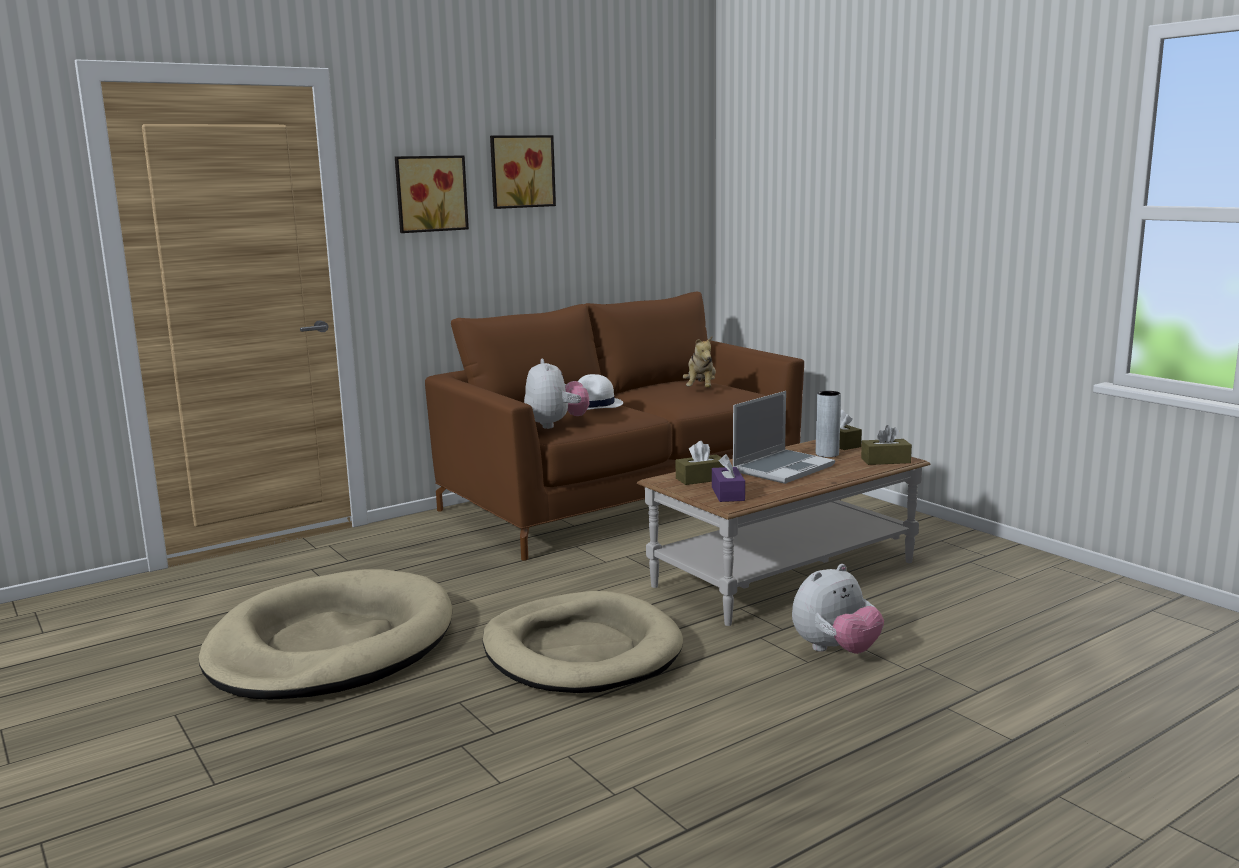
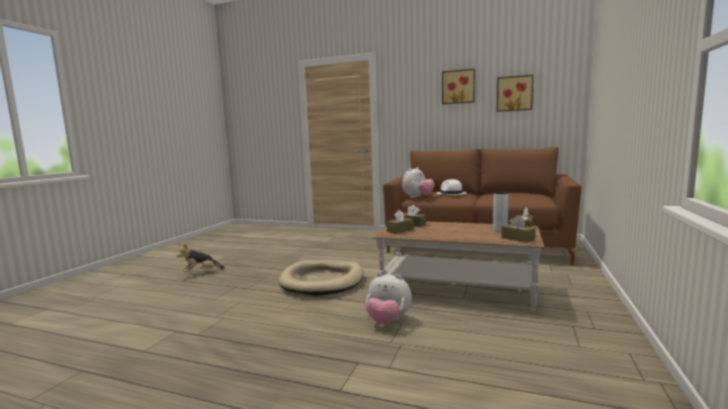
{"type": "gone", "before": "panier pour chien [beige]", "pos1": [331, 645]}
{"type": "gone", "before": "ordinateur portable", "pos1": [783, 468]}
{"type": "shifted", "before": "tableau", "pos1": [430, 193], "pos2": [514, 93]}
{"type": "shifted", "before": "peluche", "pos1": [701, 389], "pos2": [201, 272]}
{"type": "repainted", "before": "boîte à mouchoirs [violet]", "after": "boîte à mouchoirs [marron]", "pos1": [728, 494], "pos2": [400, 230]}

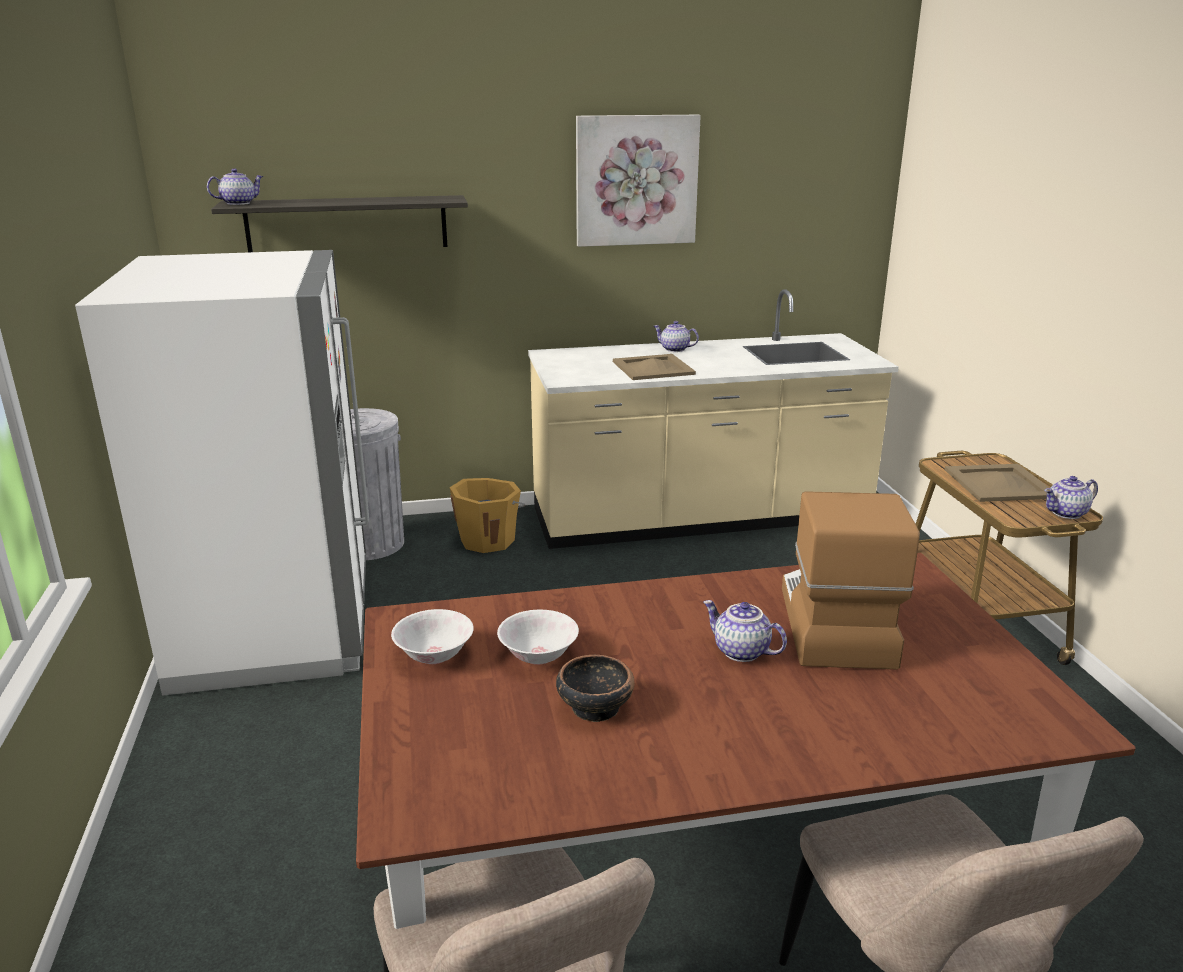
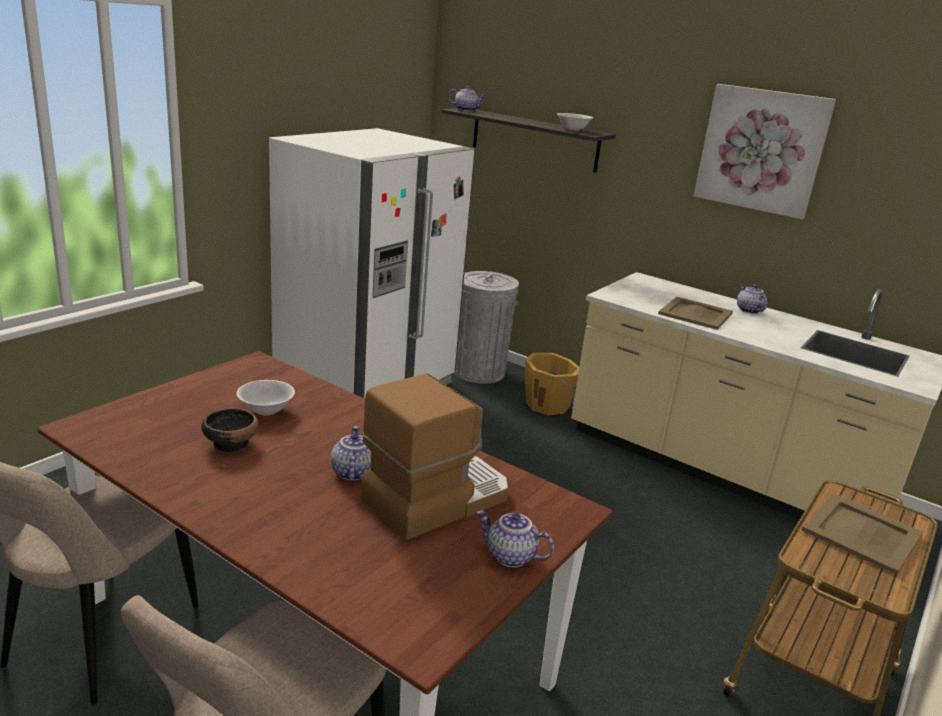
{"type": "shifted", "before": "bol [blanc]", "pos1": [435, 655], "pos2": [573, 129]}
{"type": "shifted", "before": "théière", "pos1": [1066, 513], "pos2": [509, 557]}

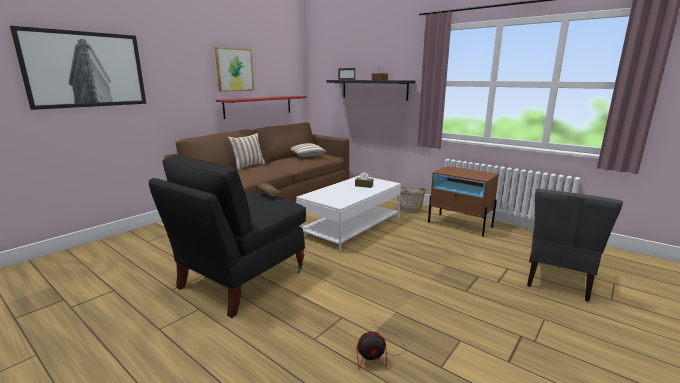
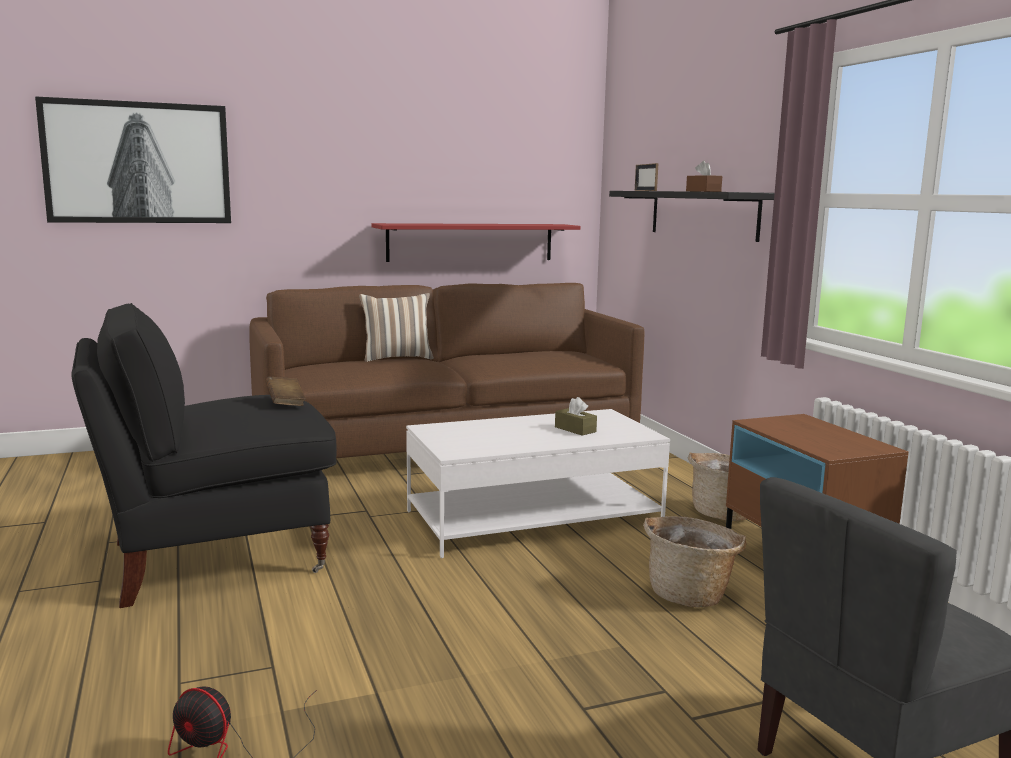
{"type": "gone", "before": "tableau", "pos1": [234, 69]}
{"type": "gone", "before": "coussin", "pos1": [306, 156]}
{"type": "new", "after": "panier", "pos2": [690, 594]}

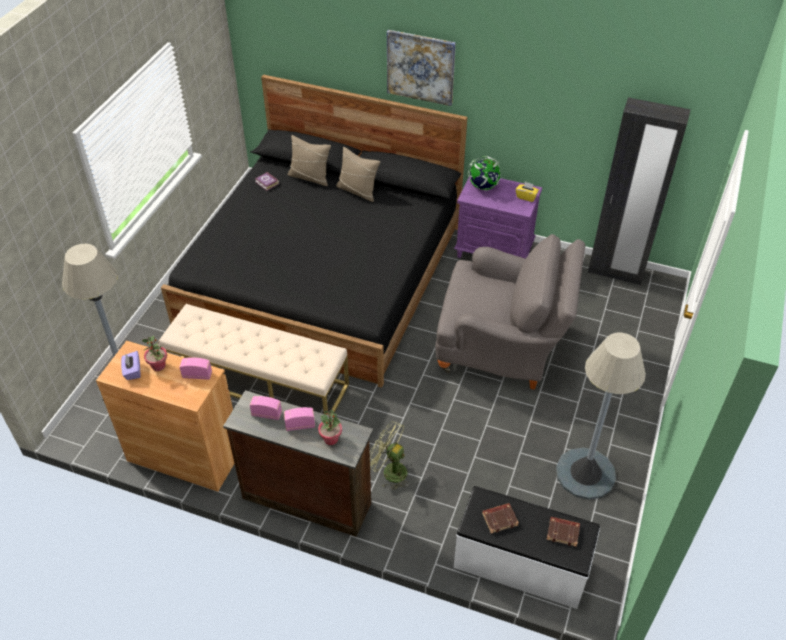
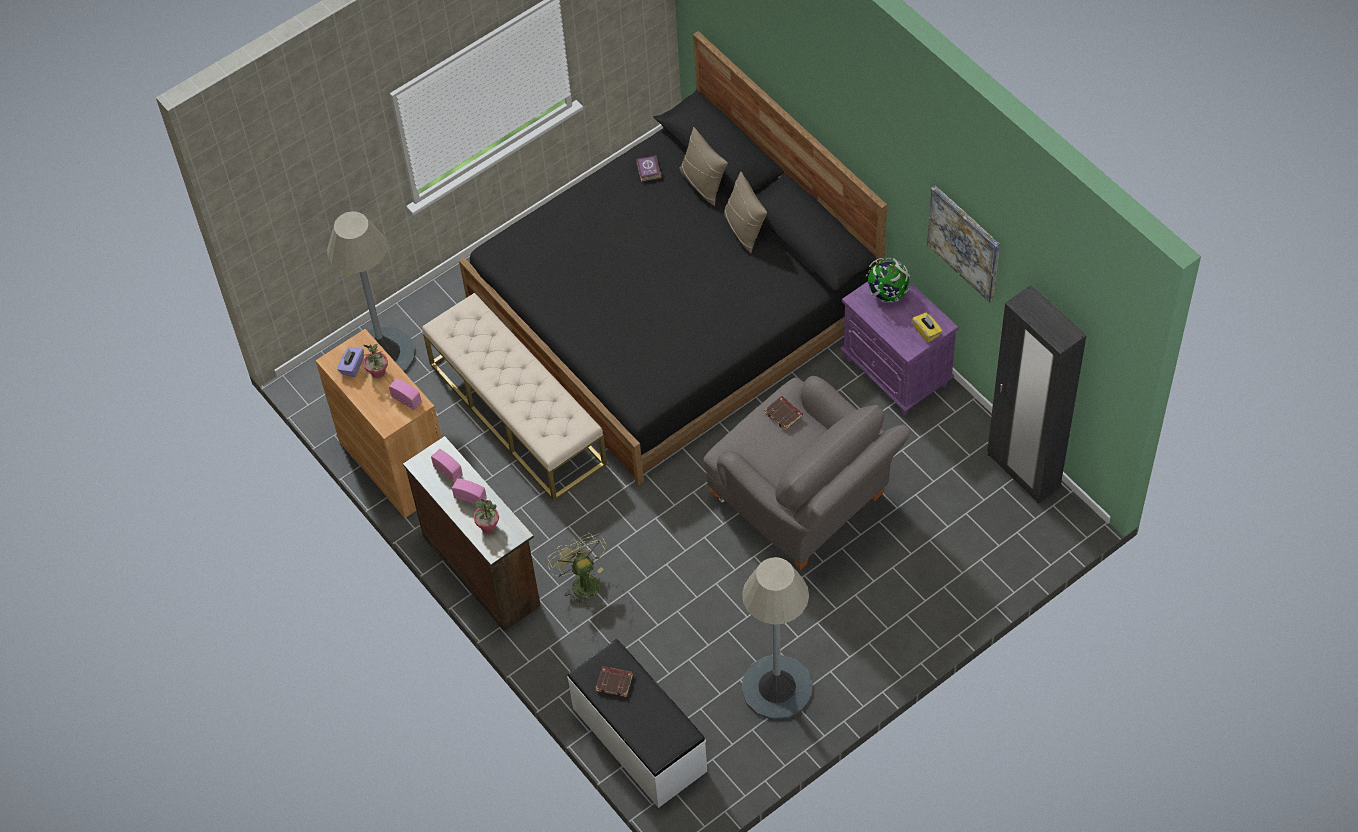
{"type": "shifted", "before": "tableau", "pos1": [420, 67], "pos2": [964, 243]}
{"type": "shifted", "before": "livre [marron]", "pos1": [563, 532], "pos2": [784, 414]}

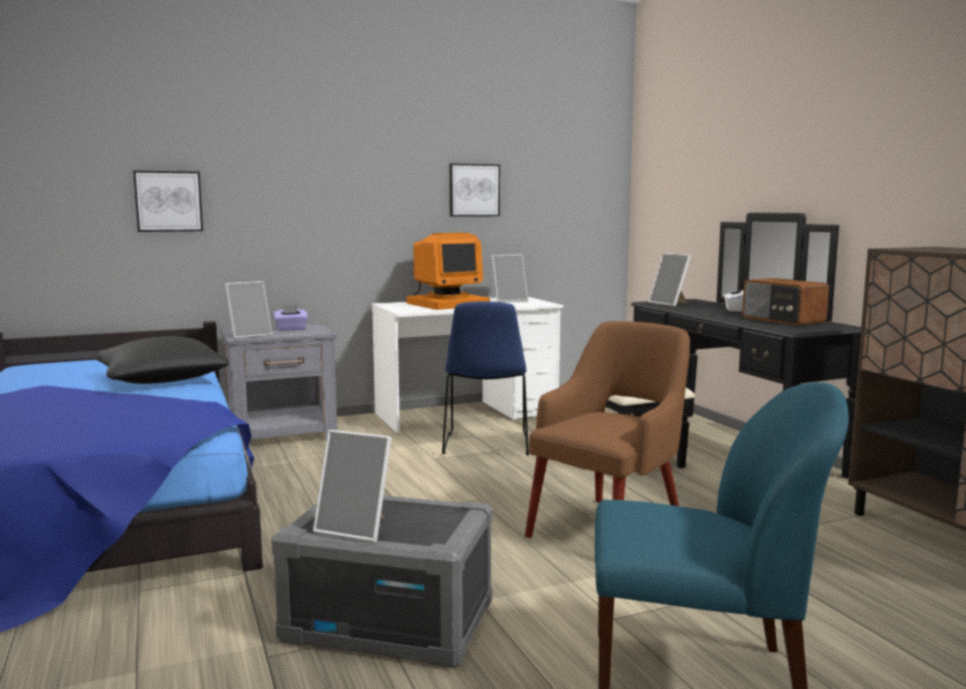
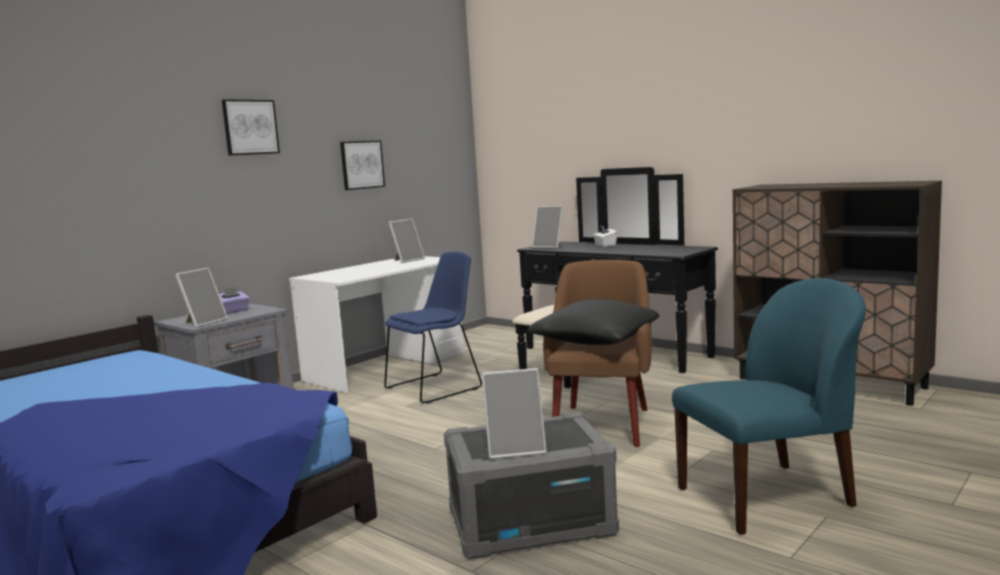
{"type": "gone", "before": "écran d'ordinateur", "pos1": [447, 304]}
{"type": "gone", "before": "radio", "pos1": [782, 320]}
{"type": "shifted", "before": "coussin [noir]", "pos1": [162, 380], "pos2": [595, 341]}
{"type": "shifted", "before": "tableau", "pos1": [168, 201], "pos2": [250, 127]}
{"type": "rotated", "before": "chaise [bleu]", "pos1": [486, 445], "pos2": [436, 387], "turn": -105}

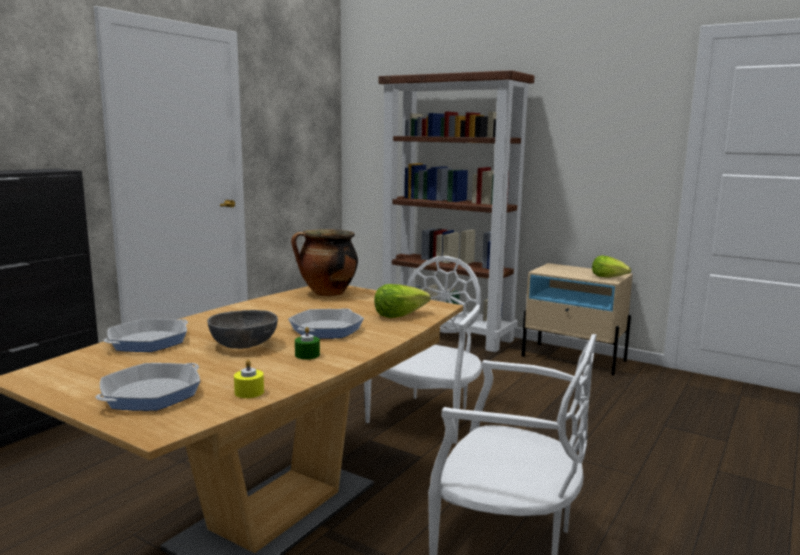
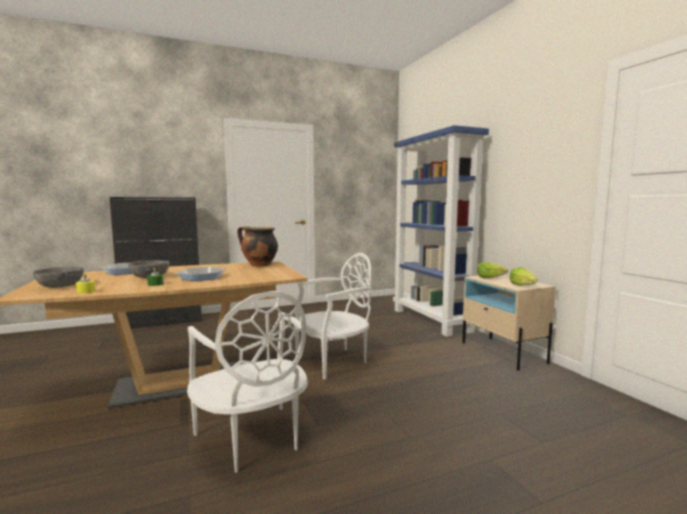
{"type": "shifted", "before": "laitue", "pos1": [399, 315], "pos2": [490, 278]}
{"type": "swapped", "before": "poêle", "after": "bol [gris]", "pos1": [151, 394], "pos2": [60, 286]}
{"type": "repainted", "before": "bibliothèque [marron]", "after": "bibliothèque [bleu]", "pos1": [447, 334], "pos2": [432, 320]}

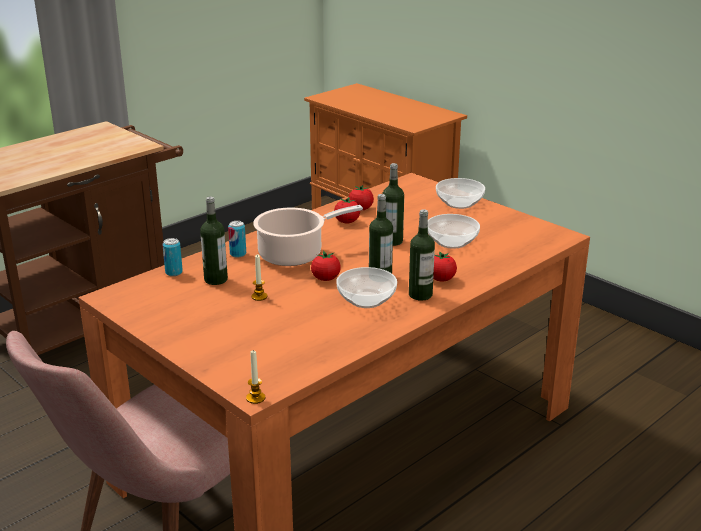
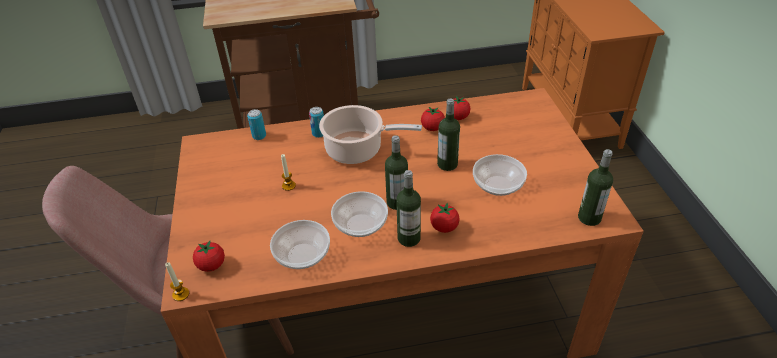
{"type": "shifted", "before": "bouteille", "pos1": [216, 279], "pos2": [589, 218]}
{"type": "shifted", "before": "tomate", "pos1": [325, 279], "pos2": [212, 265]}
{"type": "shifted", "before": "bol", "pos1": [459, 203], "pos2": [302, 256]}

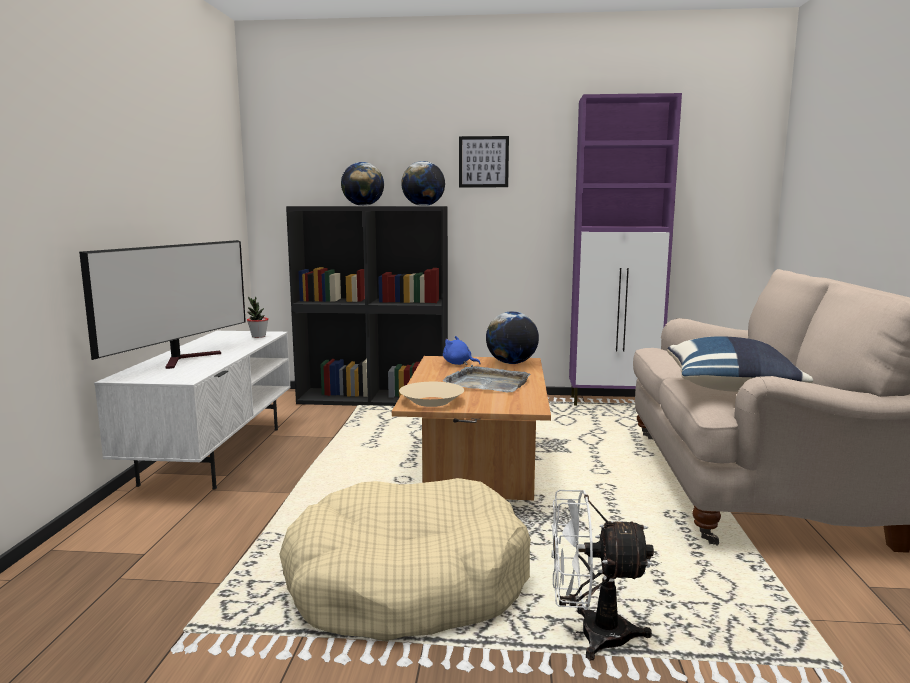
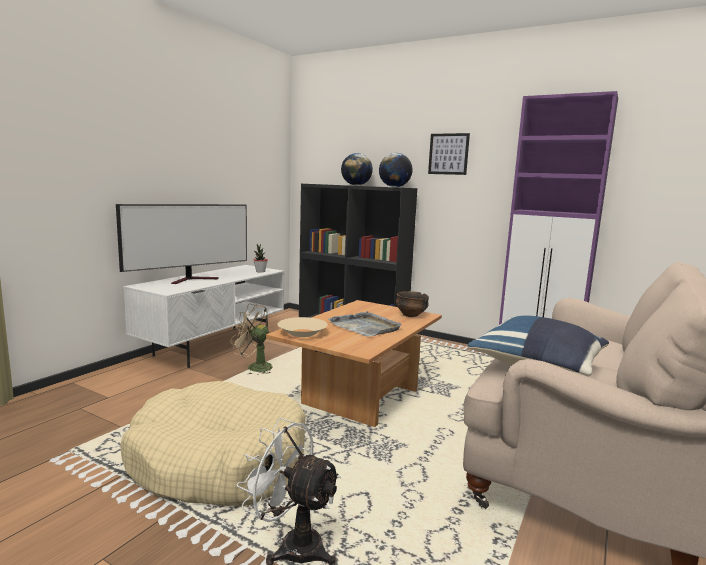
{"type": "gone", "before": "peluche [bleu]", "pos1": [458, 364]}
{"type": "new", "after": "ventilateur [beige]", "pos2": [254, 367]}
{"type": "swapped", "before": "globe", "after": "bol", "pos1": [511, 363], "pos2": [411, 315]}

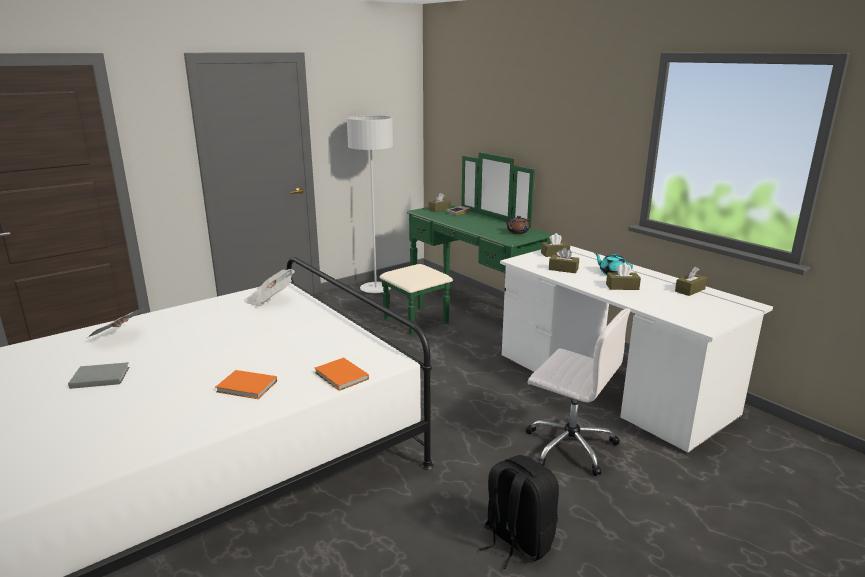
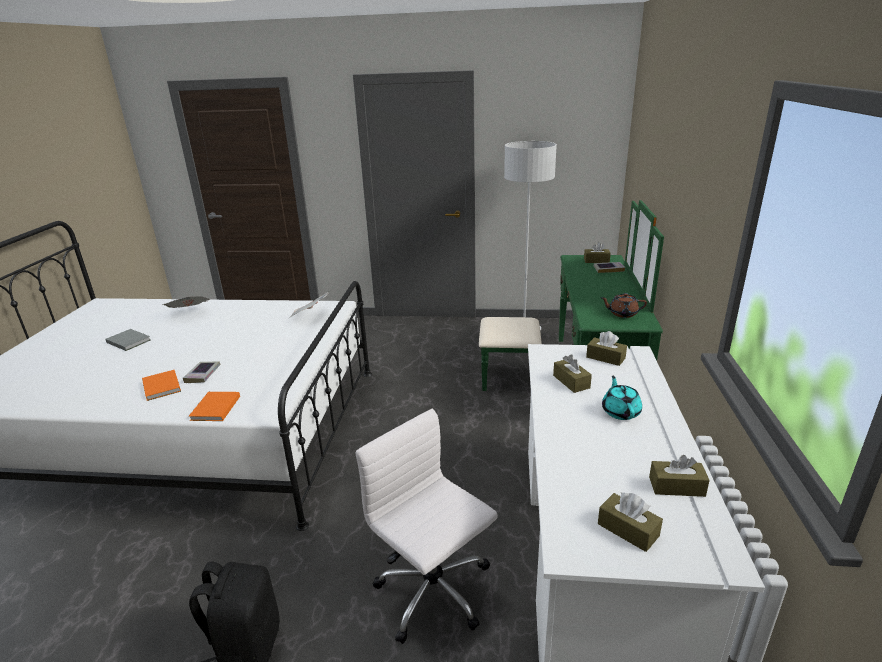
{"type": "new", "after": "livre", "pos2": [203, 374]}
{"type": "shifted", "before": "boîte à mouchoirs [marron]", "pos1": [622, 287], "pos2": [628, 530]}
{"type": "rotated", "before": "chaise de bureau [blanc]", "pos1": [569, 445], "pos2": [435, 593], "turn": 150}

